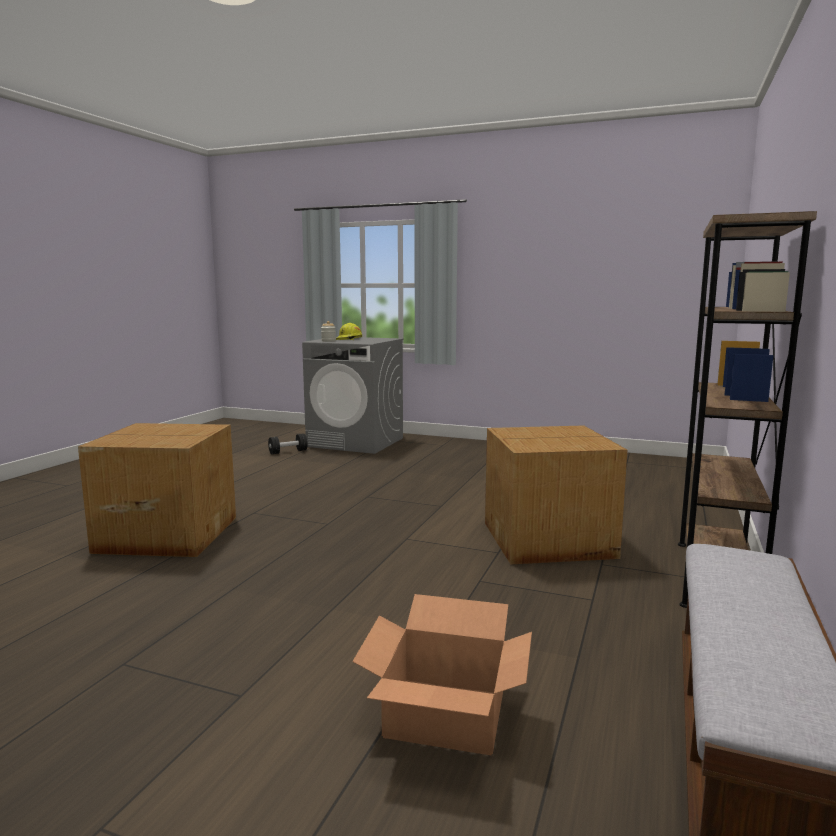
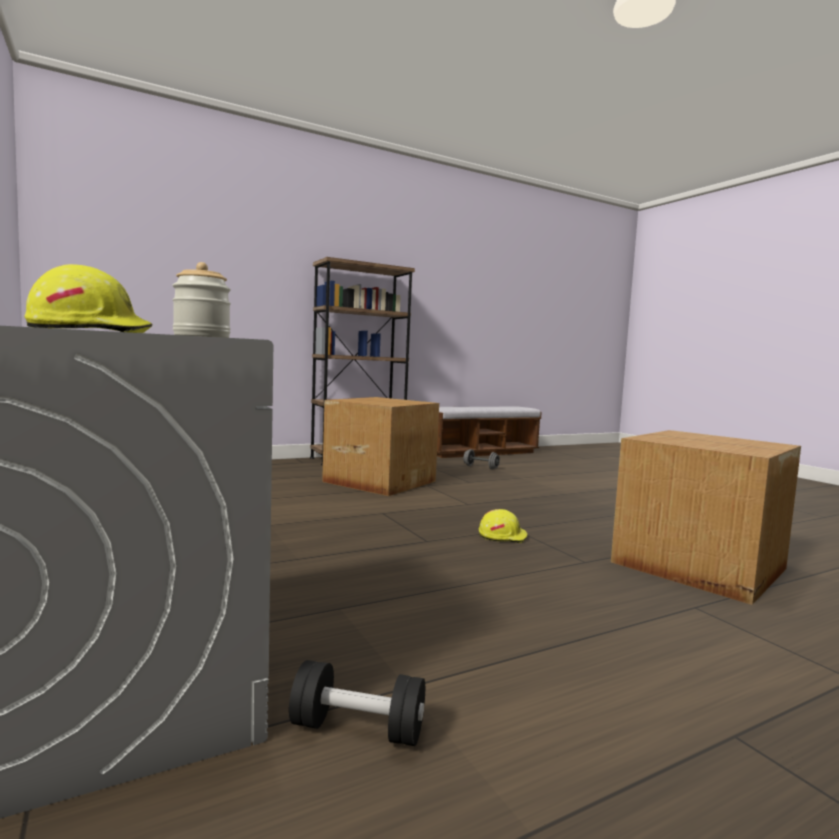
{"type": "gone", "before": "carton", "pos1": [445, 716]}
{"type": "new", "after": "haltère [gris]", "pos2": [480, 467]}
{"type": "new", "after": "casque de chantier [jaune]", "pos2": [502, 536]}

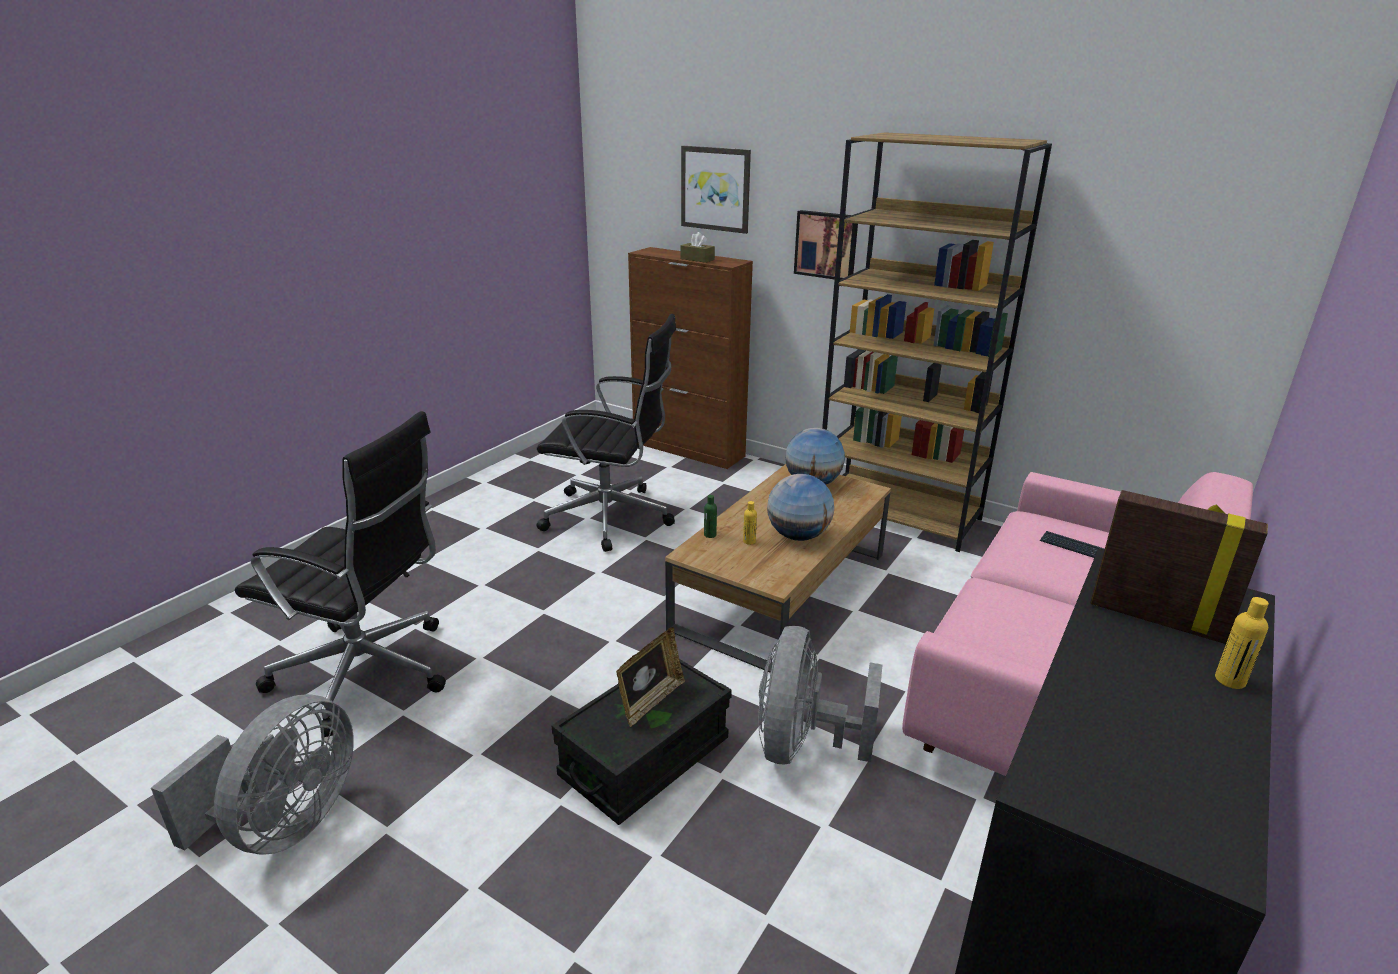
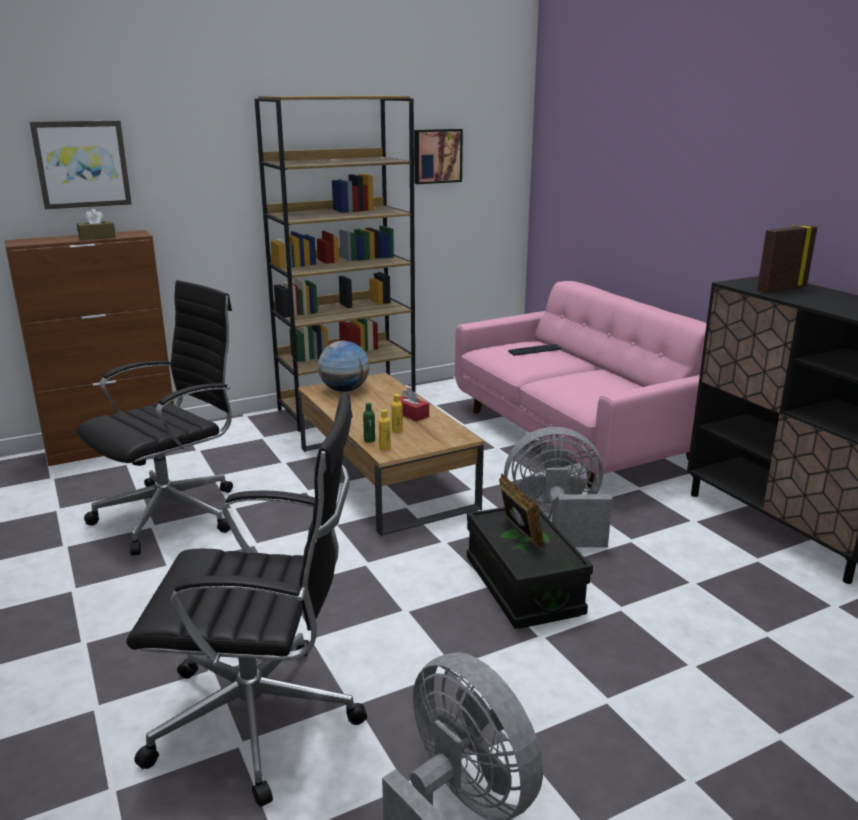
{"type": "shifted", "before": "tableau", "pos1": [826, 245], "pos2": [437, 156]}
{"type": "shifted", "before": "bouteille [jaune]", "pos1": [1230, 680], "pos2": [385, 447]}
{"type": "swapped", "before": "globe", "after": "boîte à mouchoirs [rouge]", "pos1": [798, 536], "pos2": [411, 414]}
{"type": "rotated", "before": "chaise de bureau [noir]", "pos1": [368, 674], "pos2": [262, 719], "turn": 45}
{"type": "rotated", "before": "ventilateur [gris]", "pos1": [802, 744], "pos2": [556, 524], "turn": 135}

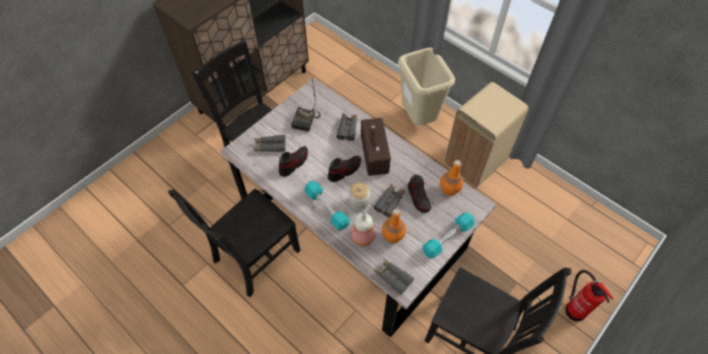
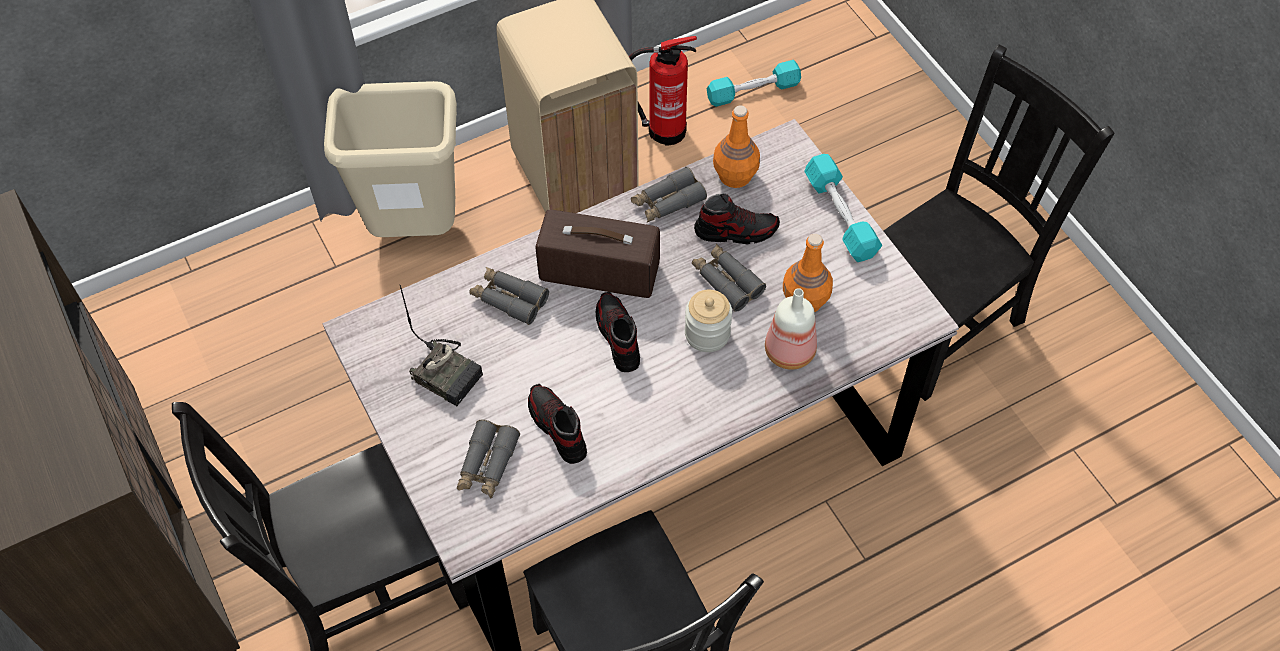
{"type": "shifted", "before": "haltère [turquoise]", "pos1": [327, 209], "pos2": [753, 91]}
{"type": "shifted", "before": "jumelles [gris]", "pos1": [393, 277], "pos2": [667, 202]}
{"type": "shifted", "before": "extincteur", "pos1": [574, 309], "pos2": [663, 130]}

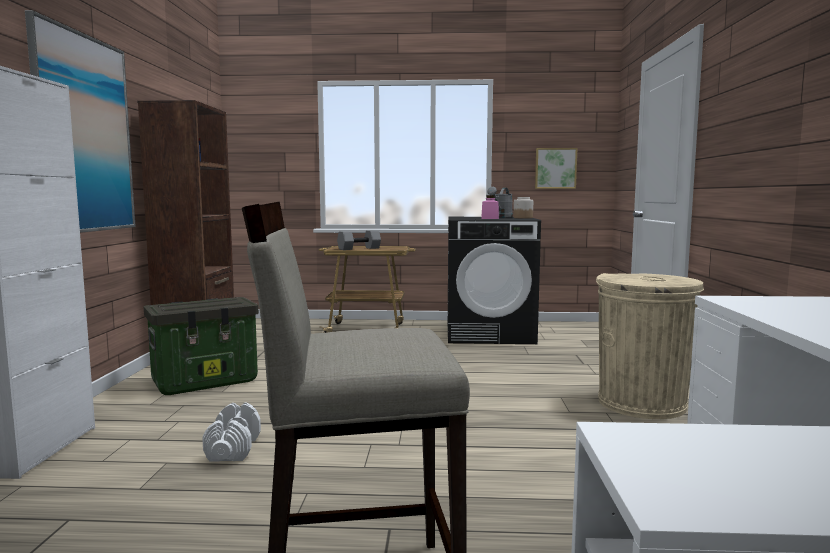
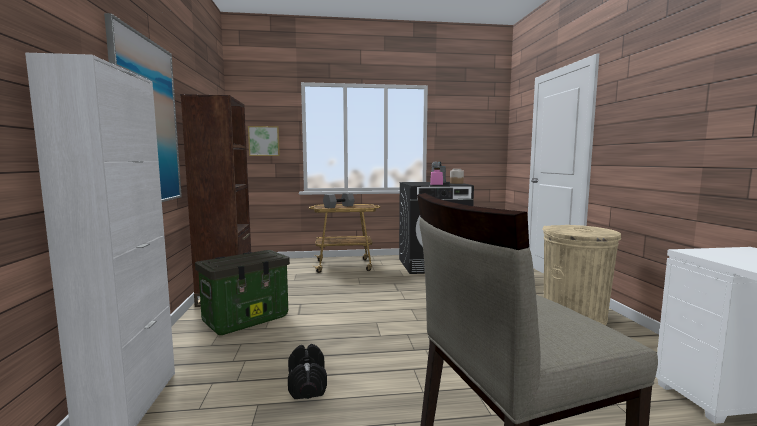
{"type": "shifted", "before": "tableau", "pos1": [555, 168], "pos2": [264, 141]}
{"type": "repainted", "before": "haltère [blanc]", "after": "haltère [noir]", "pos1": [233, 448], "pos2": [307, 384]}

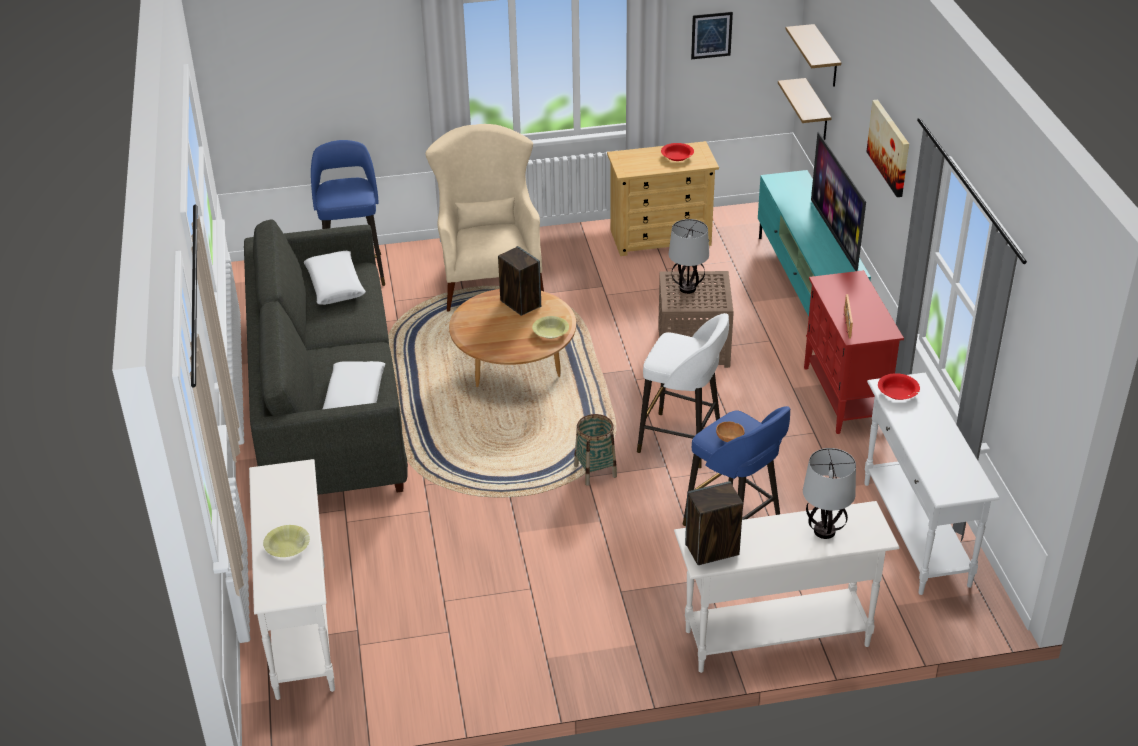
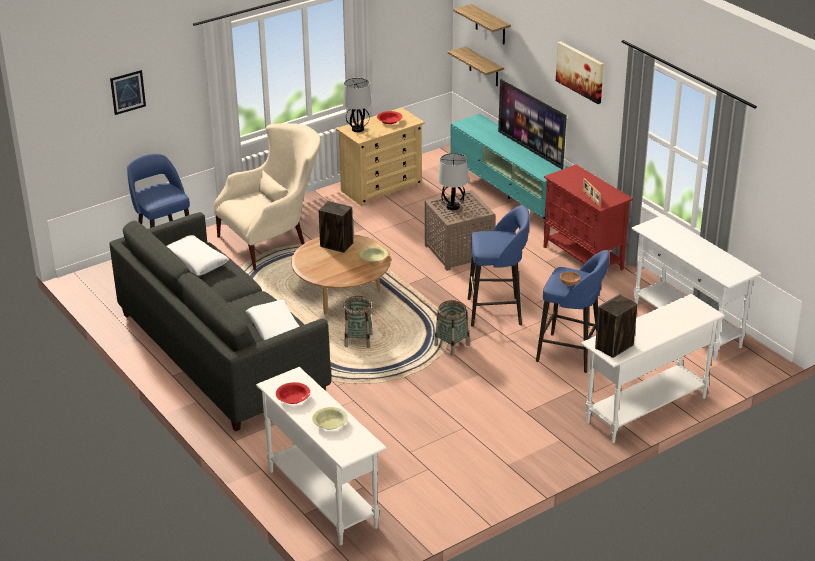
{"type": "new", "after": "panier", "pos2": [358, 340]}
{"type": "shifted", "before": "tableau", "pos1": [711, 35], "pos2": [128, 92]}
{"type": "shifted", "before": "lampe de table", "pos1": [823, 531], "pos2": [357, 129]}
{"type": "shifted", "before": "bol [rouge]", "pos1": [897, 392], "pos2": [293, 398]}
{"type": "repainted", "before": "tabouret [blanc]", "after": "tabouret [bleu]", "pos1": [682, 441], "pos2": [496, 312]}
{"type": "rotated", "before": "fauteuil [beige]", "pos1": [489, 275], "pos2": [274, 240], "turn": 90}

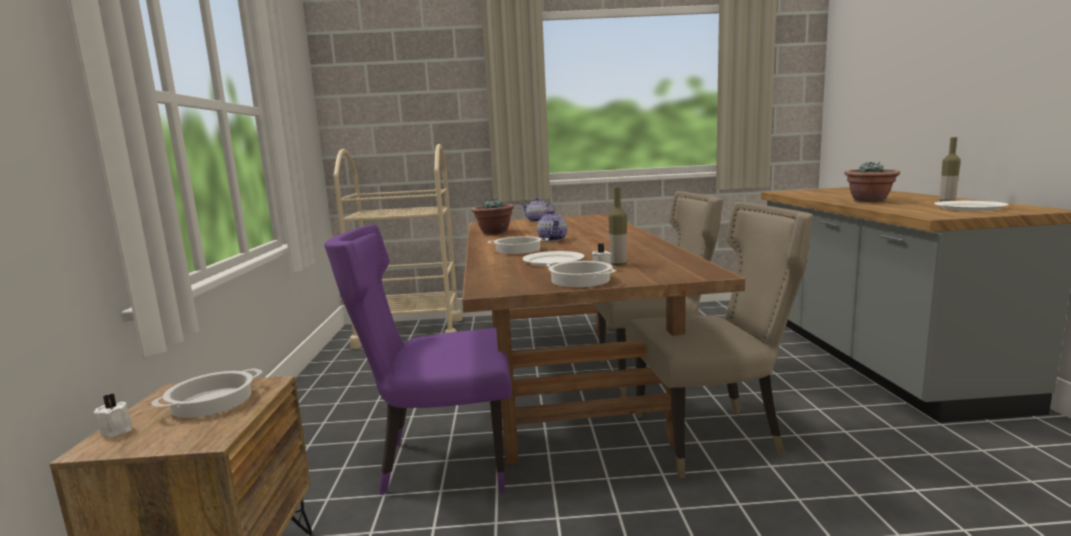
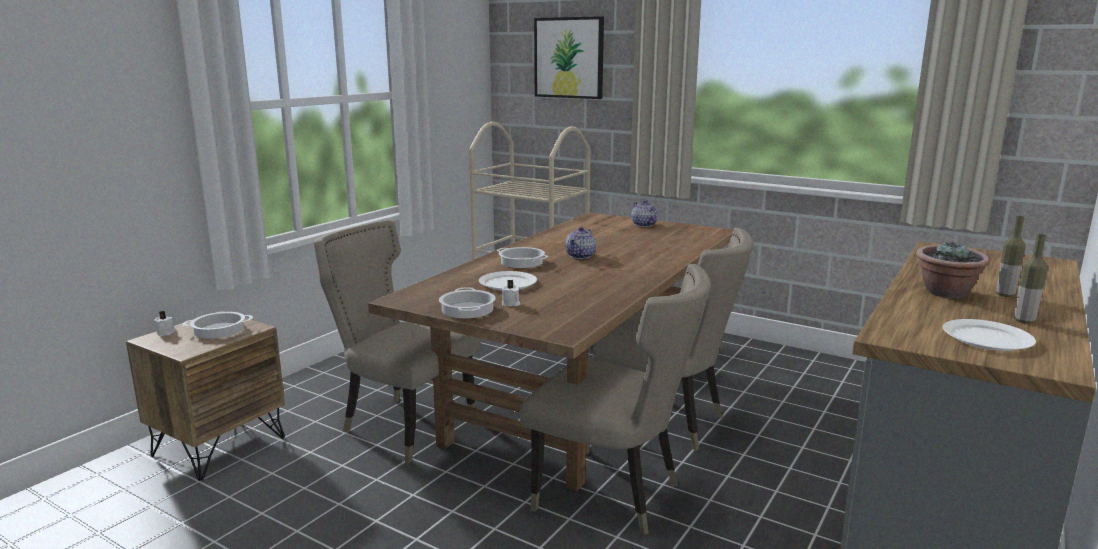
{"type": "gone", "before": "plante en pot", "pos1": [494, 233]}
{"type": "new", "after": "tableau", "pos2": [569, 58]}
{"type": "shifted", "before": "bouteille", "pos1": [618, 265], "pos2": [1005, 295]}
{"type": "repainted", "before": "chaise [violet]", "after": "chaise [beige]", "pos1": [439, 461], "pos2": [403, 425]}

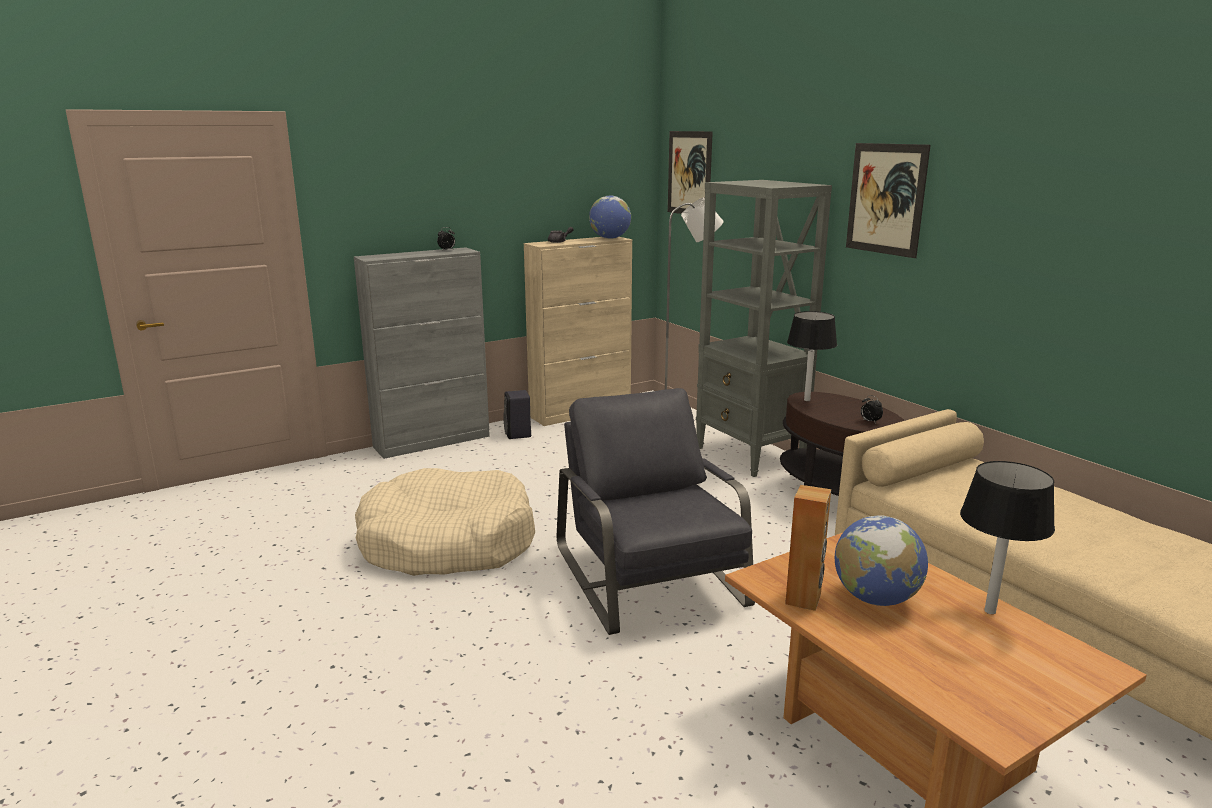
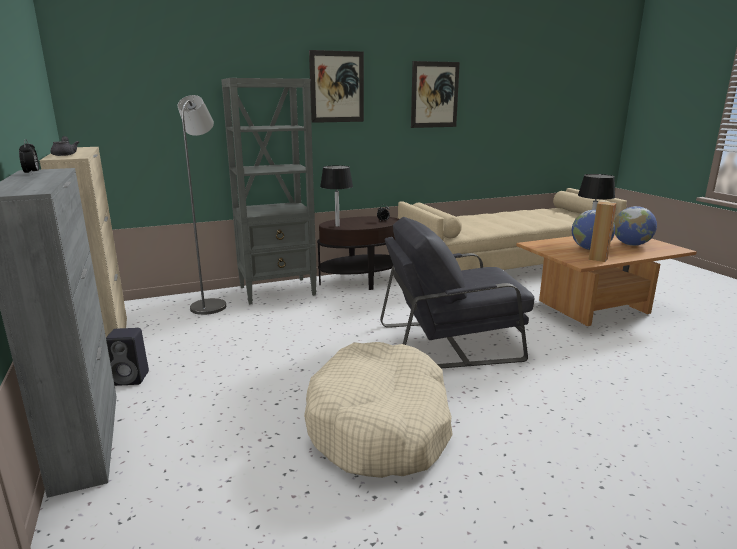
{"type": "shifted", "before": "globe", "pos1": [610, 238], "pos2": [631, 244]}
{"type": "shifted", "before": "tableau", "pos1": [689, 173], "pos2": [434, 95]}

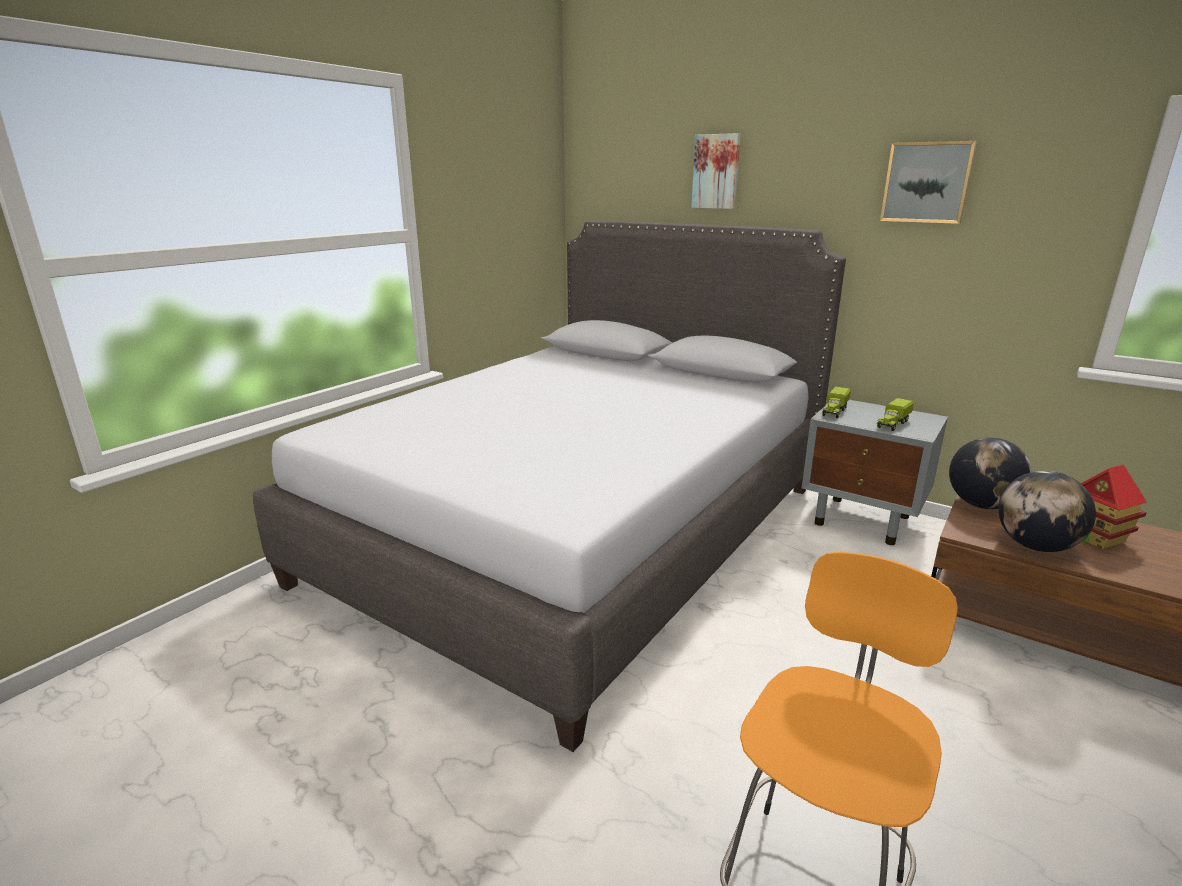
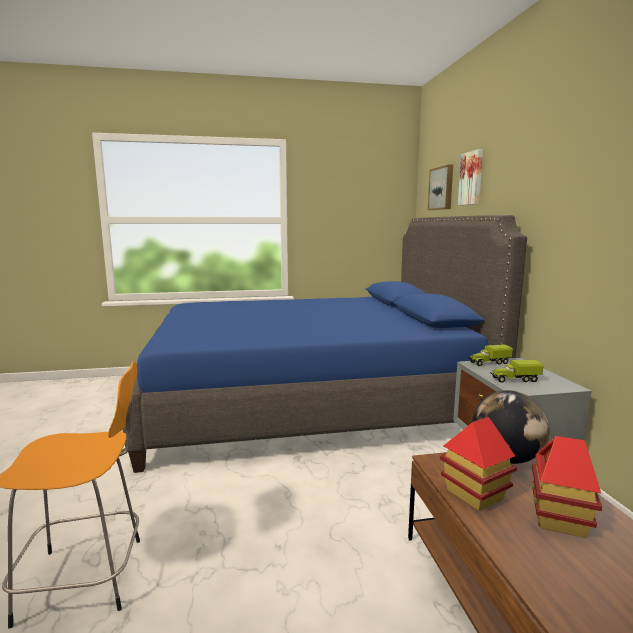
{"type": "shifted", "before": "tableau", "pos1": [927, 182], "pos2": [442, 188]}
{"type": "swapped", "before": "globe", "after": "maison miniature", "pos1": [1035, 546], "pos2": [474, 494]}
{"type": "repainted", "before": "lit [gris]", "after": "lit [bleu]", "pos1": [577, 532], "pos2": [310, 402]}

